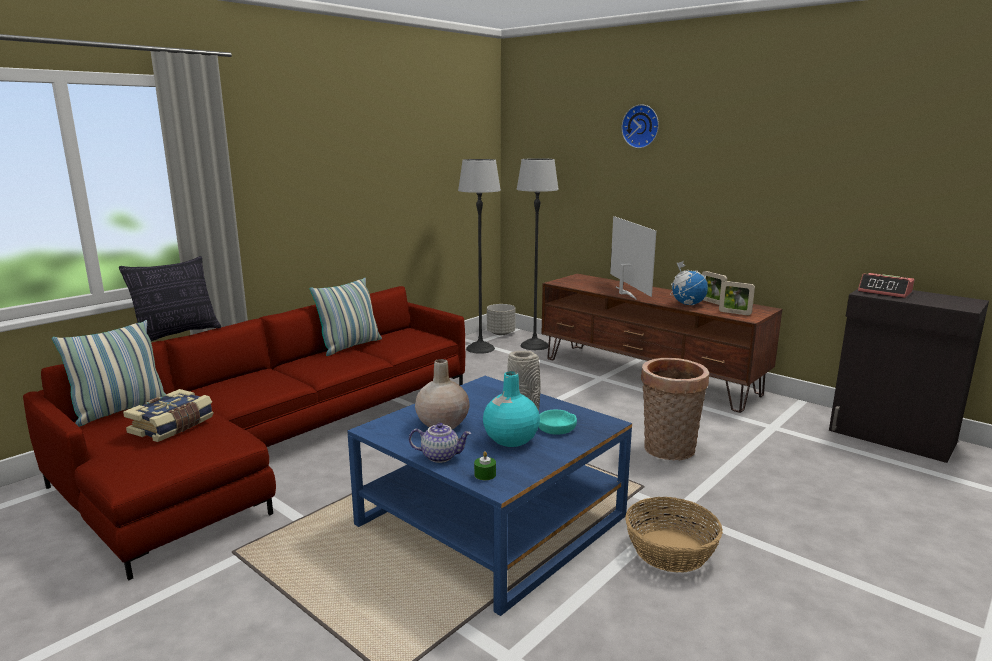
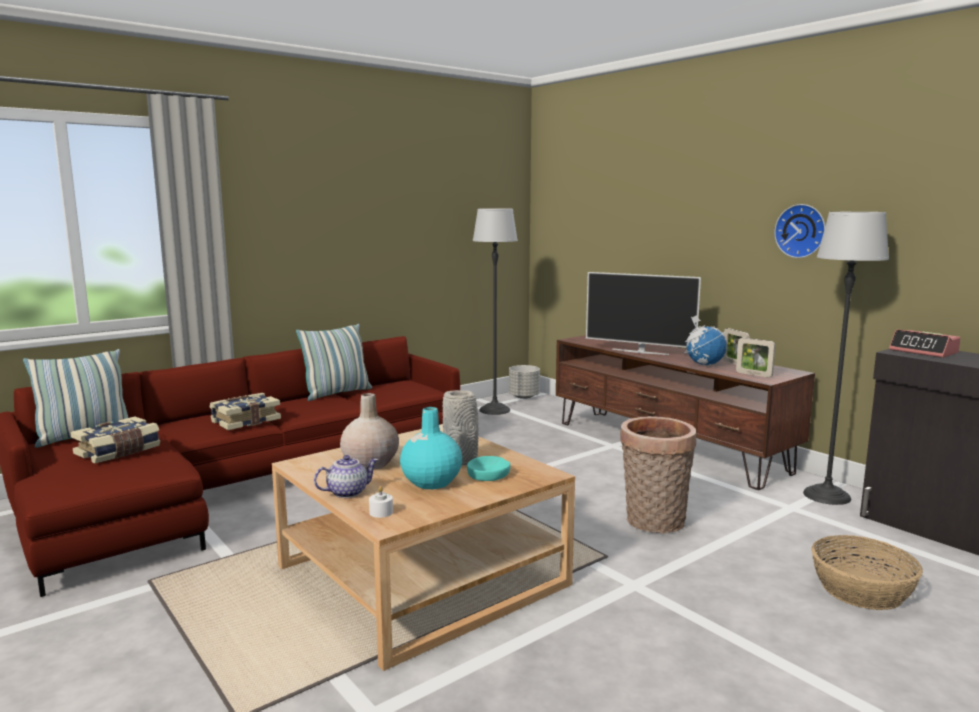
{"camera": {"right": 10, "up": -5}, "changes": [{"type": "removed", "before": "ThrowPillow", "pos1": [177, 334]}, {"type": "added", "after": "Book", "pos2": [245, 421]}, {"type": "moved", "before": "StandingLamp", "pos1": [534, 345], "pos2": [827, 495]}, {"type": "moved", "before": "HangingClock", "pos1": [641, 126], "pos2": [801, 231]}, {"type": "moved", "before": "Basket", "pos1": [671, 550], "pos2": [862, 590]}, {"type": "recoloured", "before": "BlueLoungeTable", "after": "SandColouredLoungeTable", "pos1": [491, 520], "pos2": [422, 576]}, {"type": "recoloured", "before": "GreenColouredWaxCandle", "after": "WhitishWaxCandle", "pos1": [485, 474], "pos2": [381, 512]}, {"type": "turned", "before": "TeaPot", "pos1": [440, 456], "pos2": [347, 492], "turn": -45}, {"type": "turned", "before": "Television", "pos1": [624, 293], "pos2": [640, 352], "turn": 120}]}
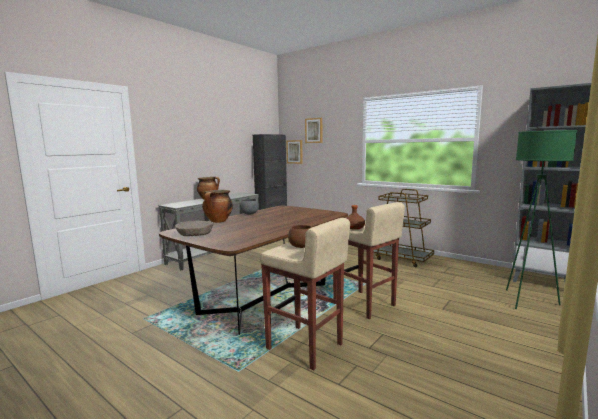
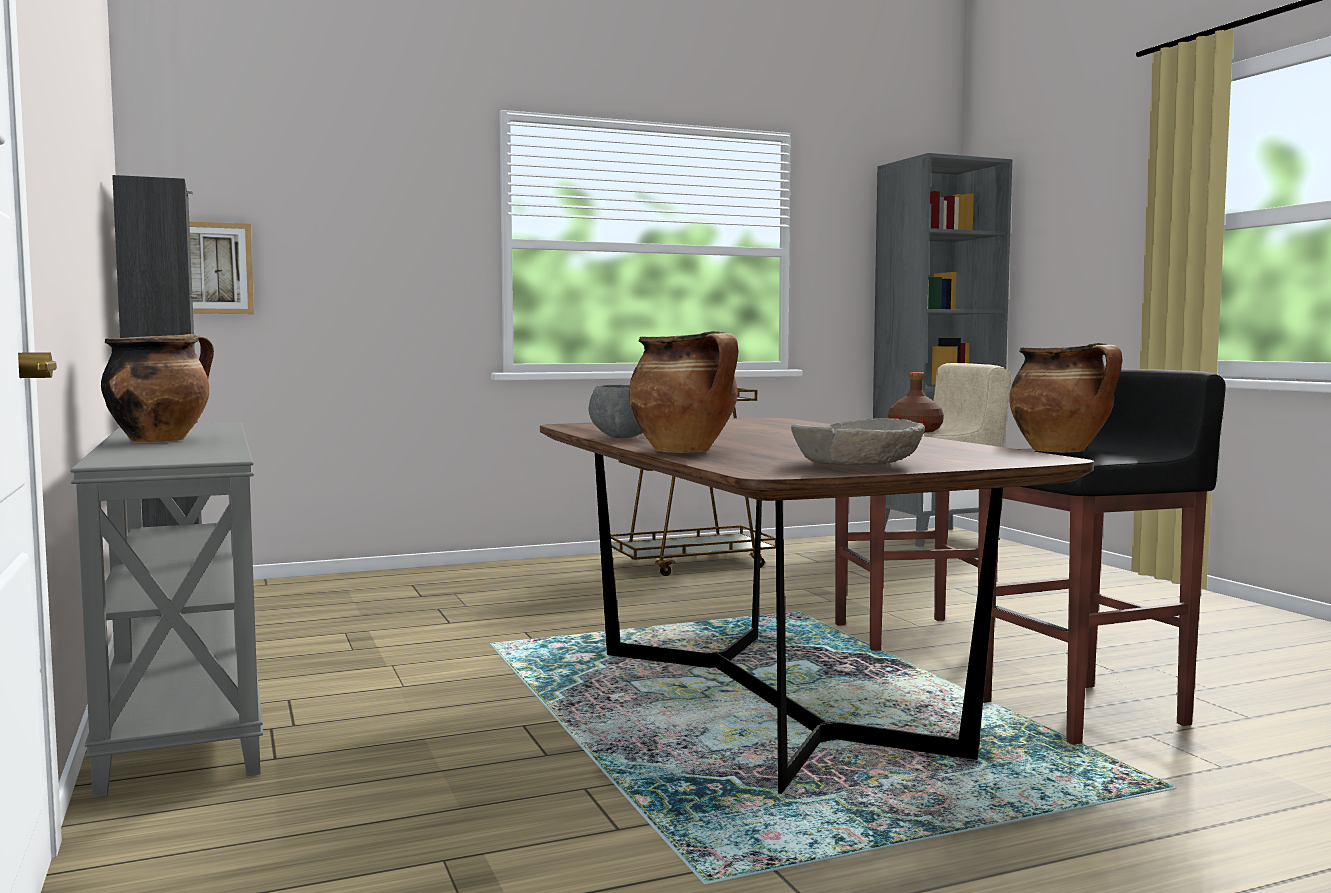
{"camera": {"right": -60, "up": -5}, "changes": [{"type": "removed", "before": "WallArt", "pos1": [314, 130]}, {"type": "removed", "before": "GreenColouredStandingLamp", "pos1": [527, 301]}, {"type": "replaced", "before": "BrownBowl", "after": "Stockpot", "pos1": [302, 247], "pos2": [1062, 451]}, {"type": "recoloured", "before": "SandColouredStool", "after": "BlackishStool", "pos1": [305, 347], "pos2": [1085, 713]}]}
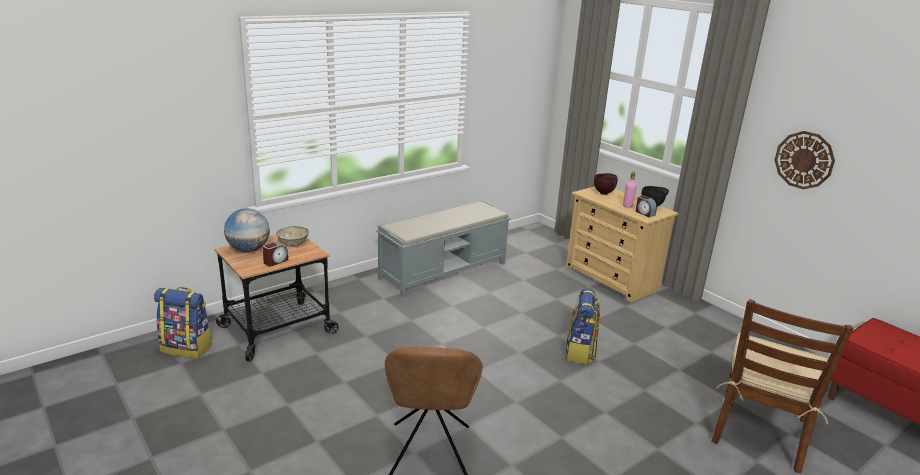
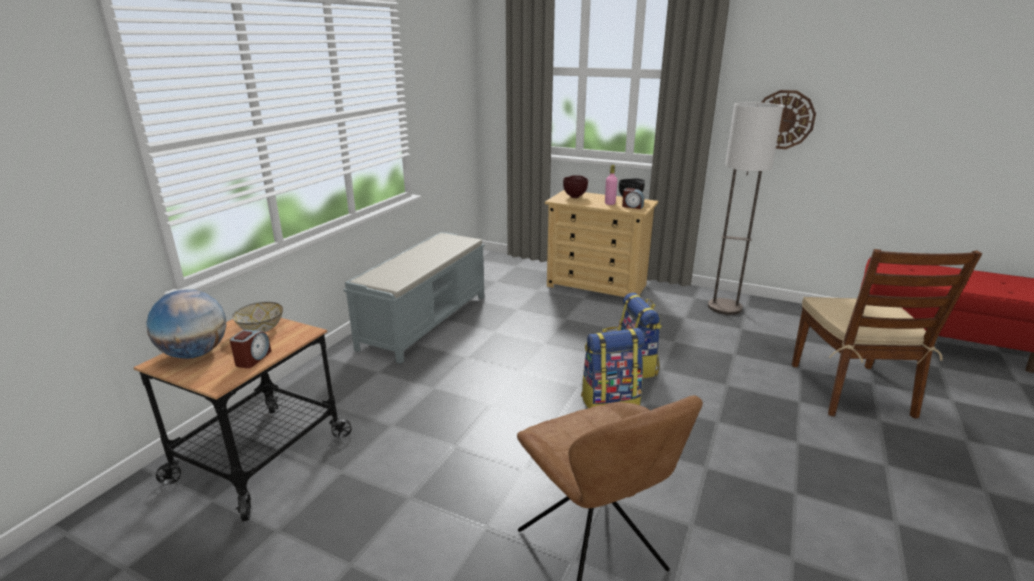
{"camera": {"right": -25, "up": 0}, "changes": [{"type": "added", "after": "StandingLamp", "pos2": [725, 307]}, {"type": "moved", "before": "Rucksack", "pos1": [187, 348], "pos2": [610, 400]}]}
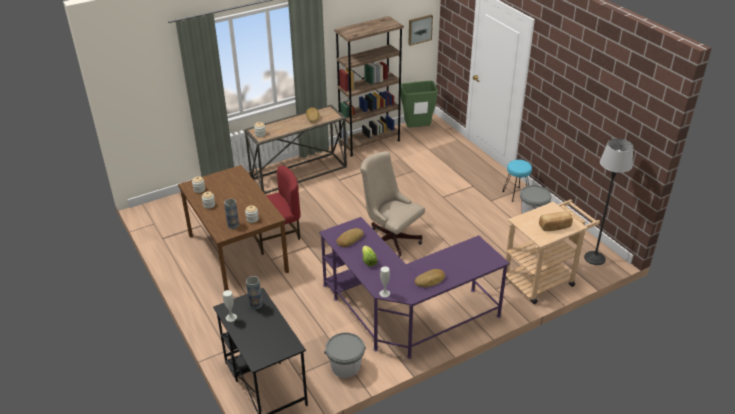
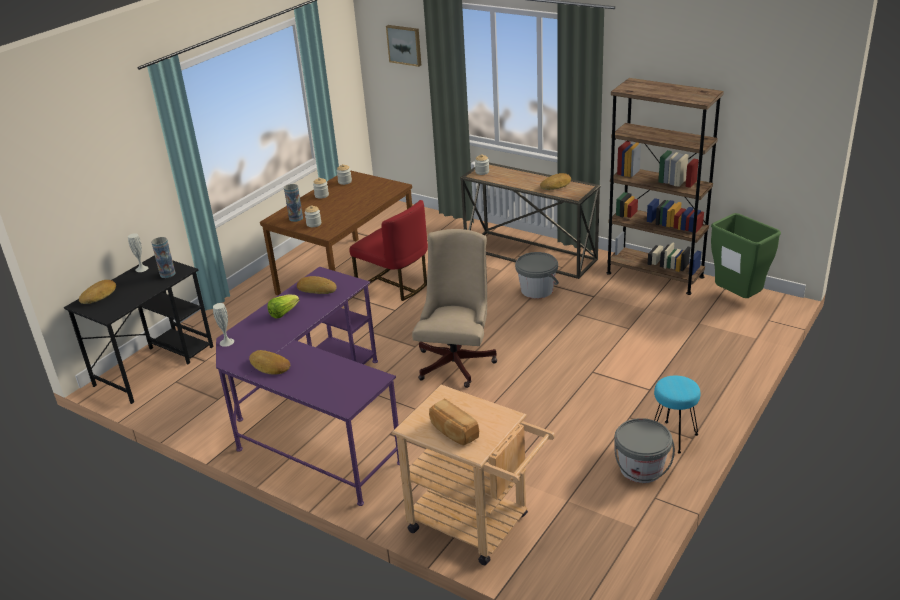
{"camera": {"right": 65, "up": -5}, "changes": [{"type": "removed", "before": "StandingLamp", "pos1": [594, 258]}, {"type": "added", "after": "BakeryBread", "pos2": [99, 295]}, {"type": "moved", "before": "GreyWaterBucket", "pos1": [345, 366], "pos2": [537, 290]}, {"type": "moved", "before": "WallArt", "pos1": [419, 29], "pos2": [404, 45]}]}
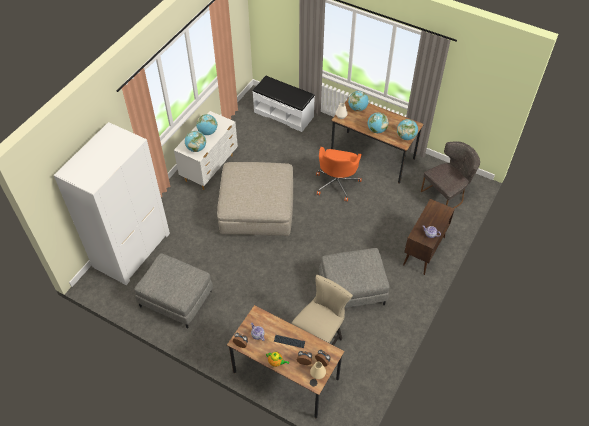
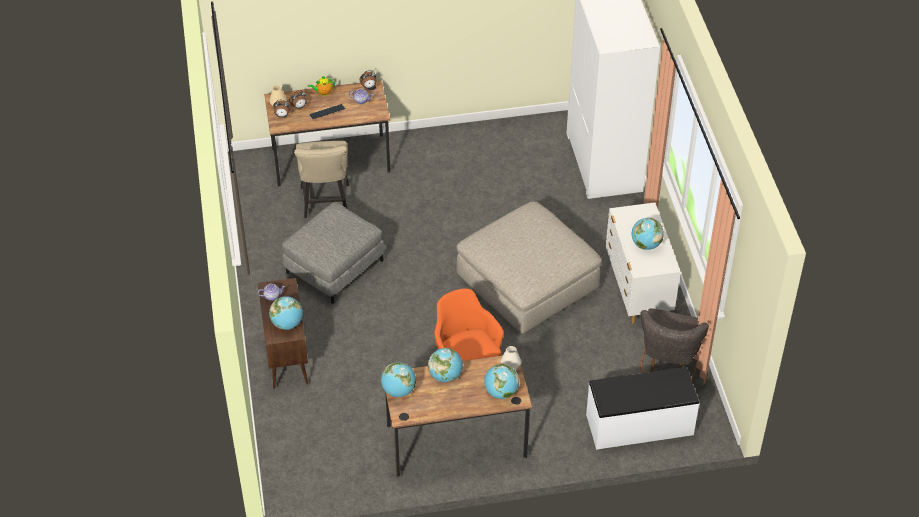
{"camera": {"right": 140, "up": -5}, "changes": [{"type": "removed", "before": "GreyFootrest", "pos1": [175, 299]}, {"type": "moved", "before": "DeskGlobe", "pos1": [196, 148], "pos2": [287, 324]}, {"type": "moved", "before": "GreyPlainChair", "pos1": [446, 194], "pos2": [668, 367]}]}
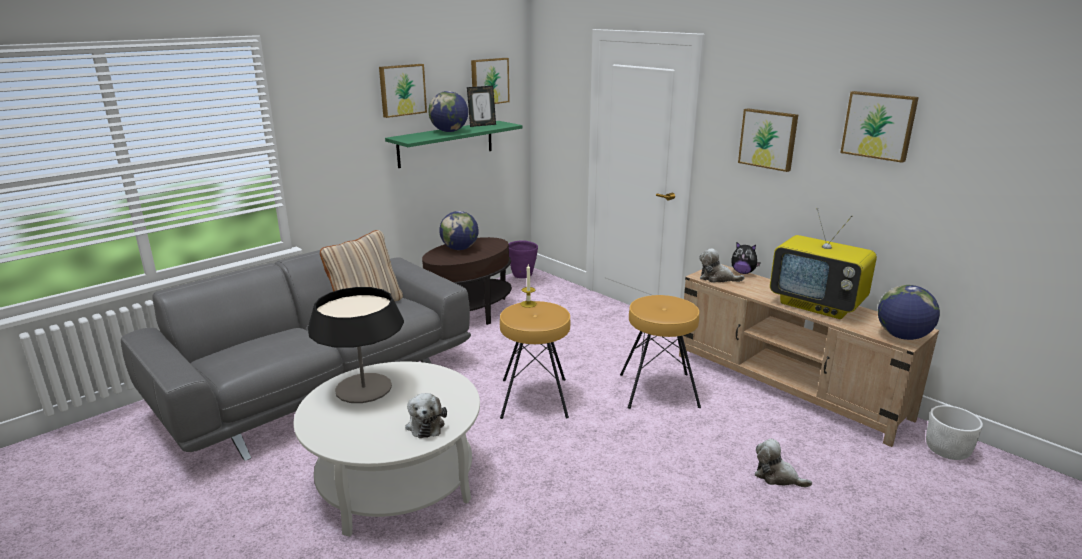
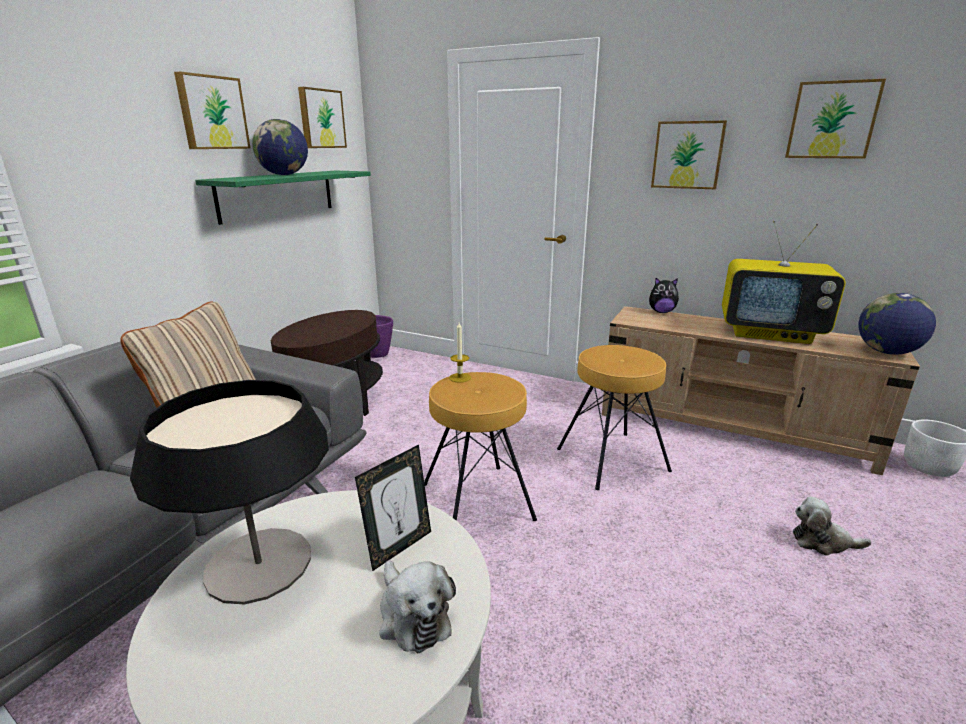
{"camera": {"right": -20, "up": 0}, "changes": [{"type": "removed", "before": "DeskGlobe", "pos1": [460, 249]}, {"type": "removed", "before": "CuddlyToy", "pos1": [717, 278]}, {"type": "moved", "before": "PhotoFrame", "pos1": [482, 125], "pos2": [399, 547]}]}
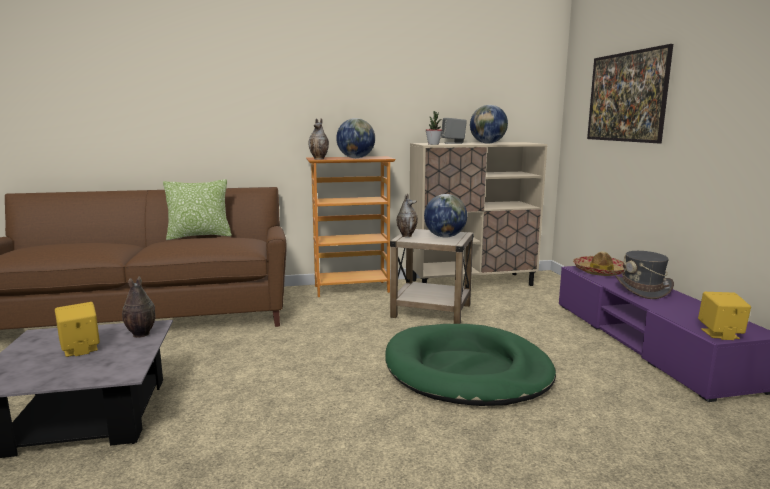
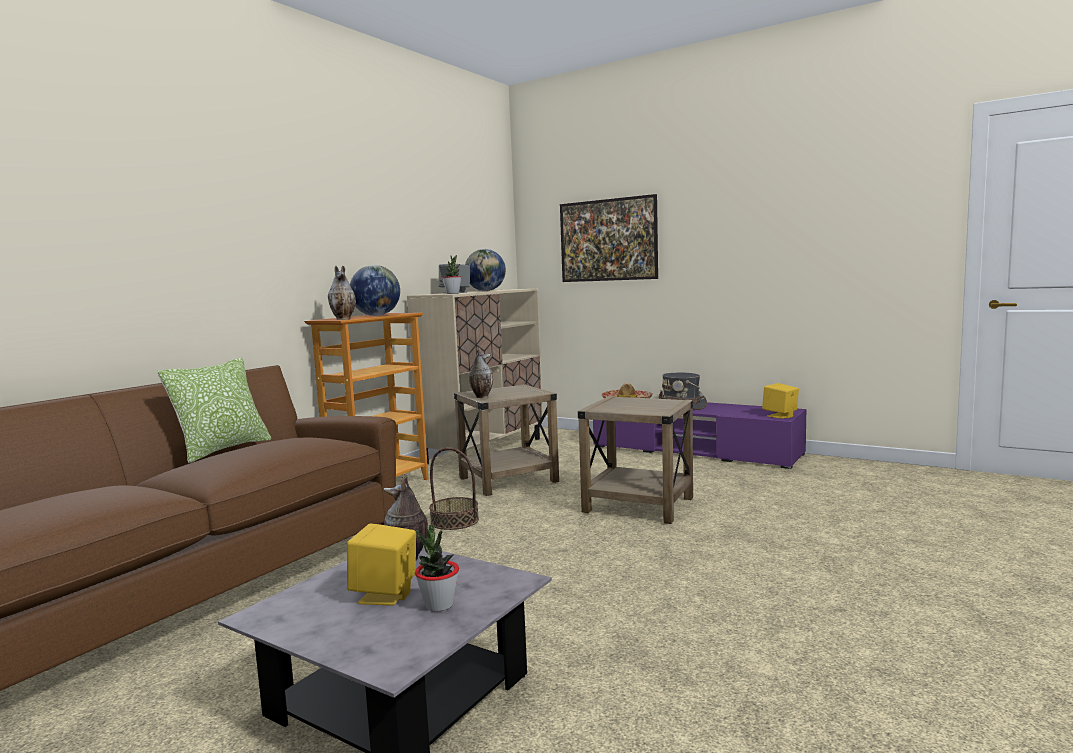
{"camera": {"right": -45, "up": -5}, "changes": [{"type": "removed", "before": "DeskGlobe", "pos1": [445, 236]}, {"type": "added", "after": "PlantInAPot", "pos2": [439, 605]}, {"type": "added", "after": "Basket", "pos2": [454, 521]}, {"type": "replaced", "before": "GreenColouredDogBed", "after": "SandColouredSideTable", "pos1": [467, 370], "pos2": [639, 506]}]}
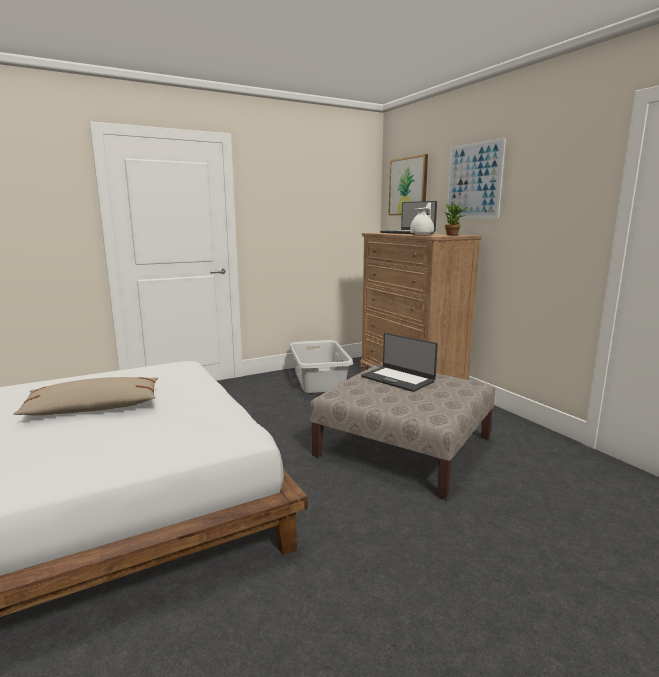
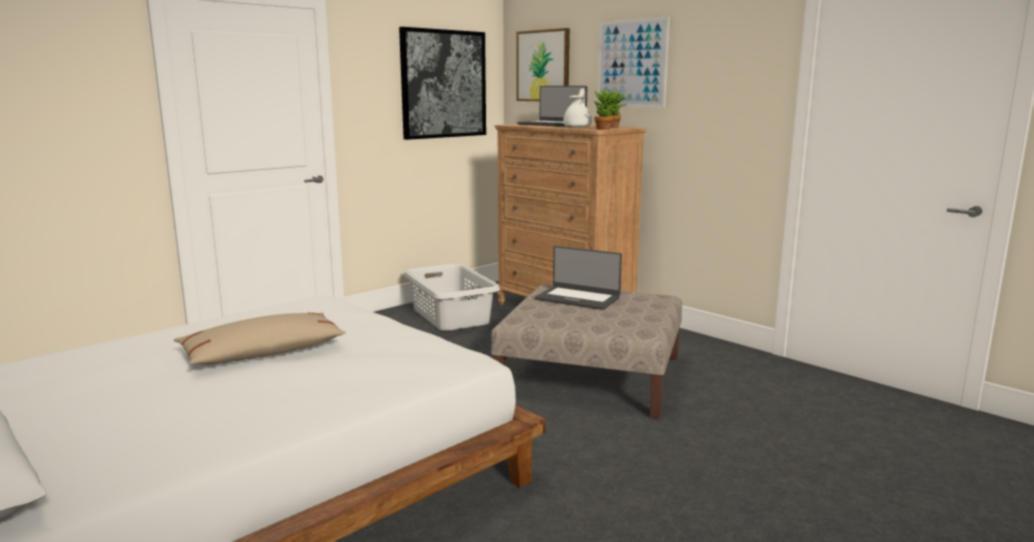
{"camera": {"right": -15, "up": 0}, "changes": [{"type": "added", "after": "WallArt", "pos2": [443, 84]}, {"type": "added", "after": "PlantInAPot", "pos2": [606, 129]}]}
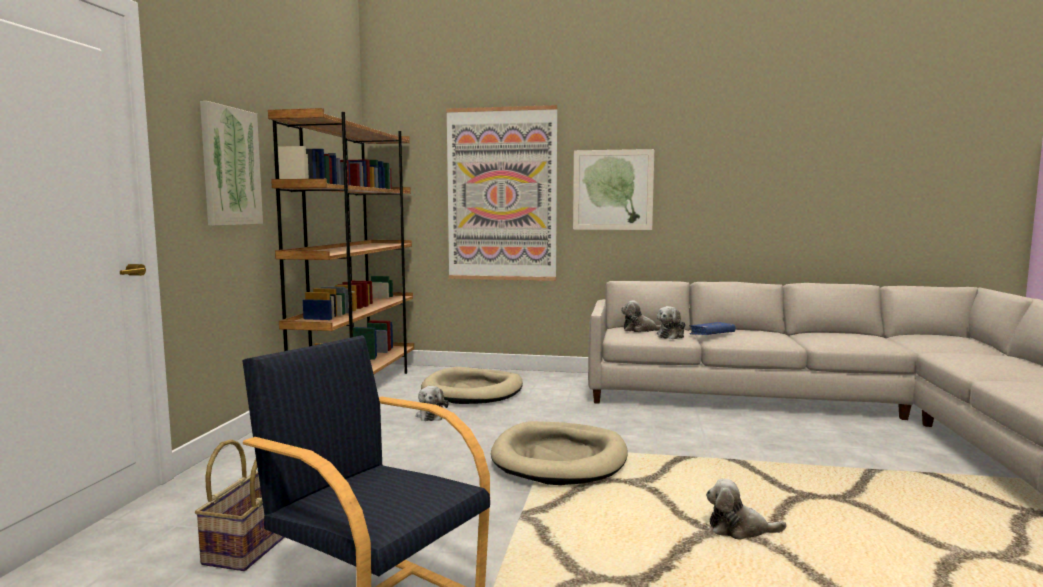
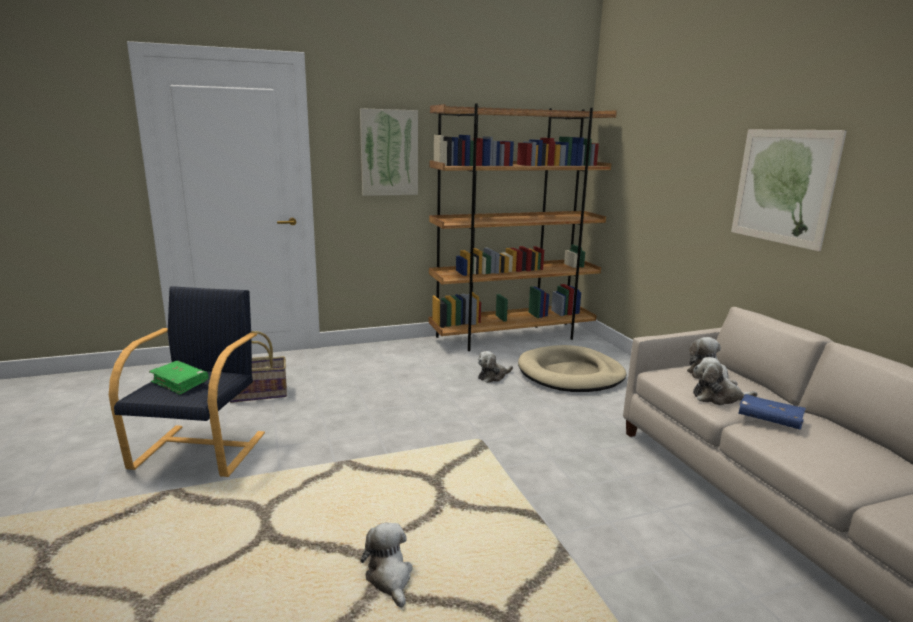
{"camera": {"right": 60, "up": 10}, "changes": [{"type": "removed", "before": "WallArt", "pos1": [501, 194]}, {"type": "removed", "before": "SandColouredDogBed", "pos1": [560, 458]}, {"type": "added", "after": "GreenColouredBook", "pos2": [180, 383]}]}
